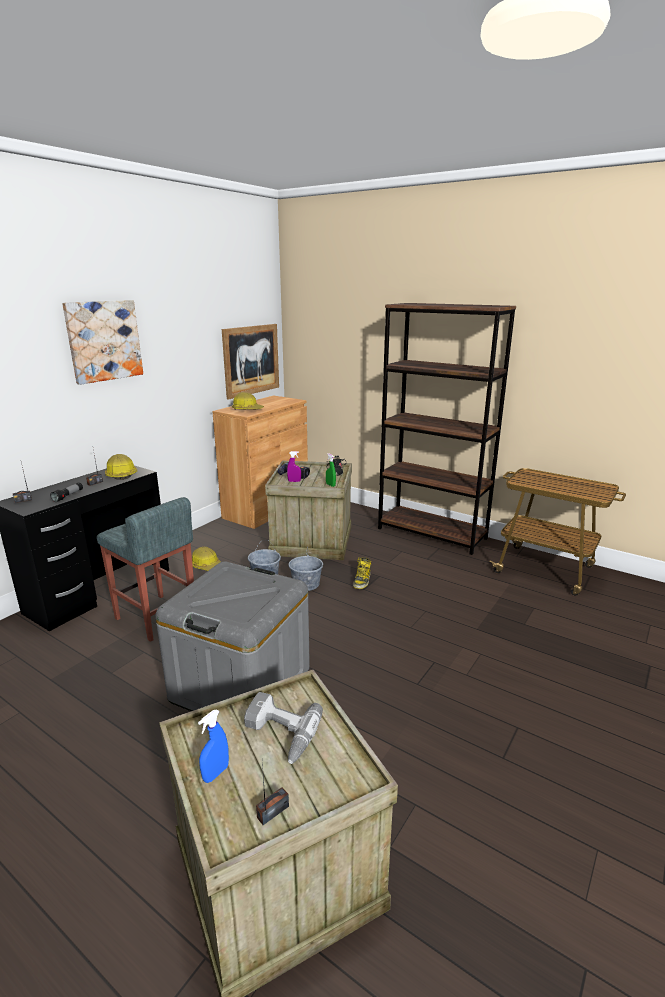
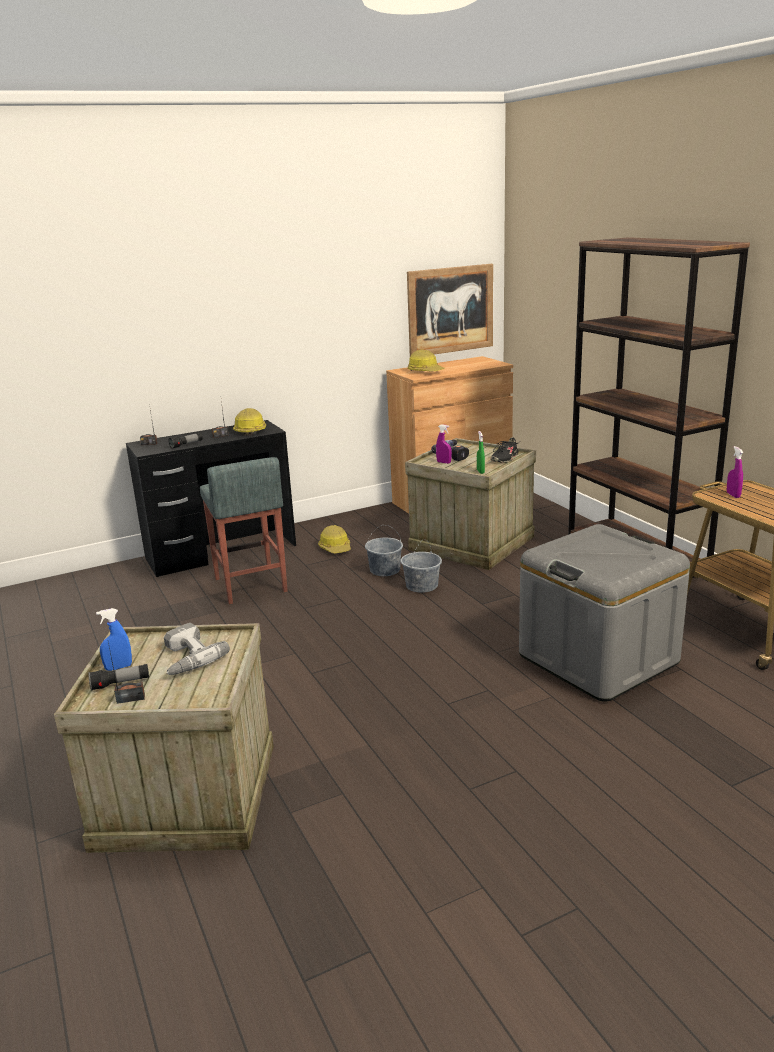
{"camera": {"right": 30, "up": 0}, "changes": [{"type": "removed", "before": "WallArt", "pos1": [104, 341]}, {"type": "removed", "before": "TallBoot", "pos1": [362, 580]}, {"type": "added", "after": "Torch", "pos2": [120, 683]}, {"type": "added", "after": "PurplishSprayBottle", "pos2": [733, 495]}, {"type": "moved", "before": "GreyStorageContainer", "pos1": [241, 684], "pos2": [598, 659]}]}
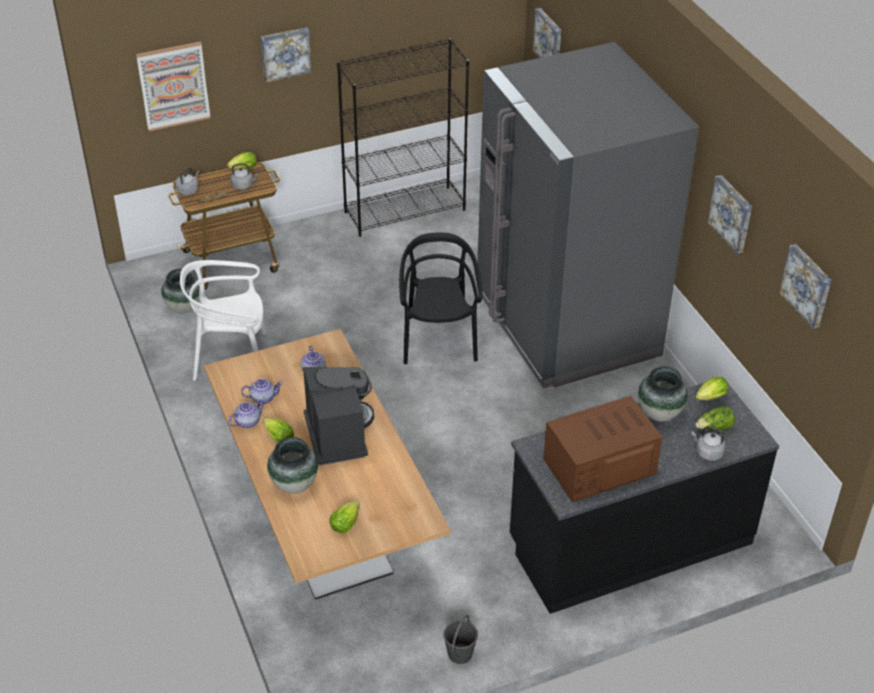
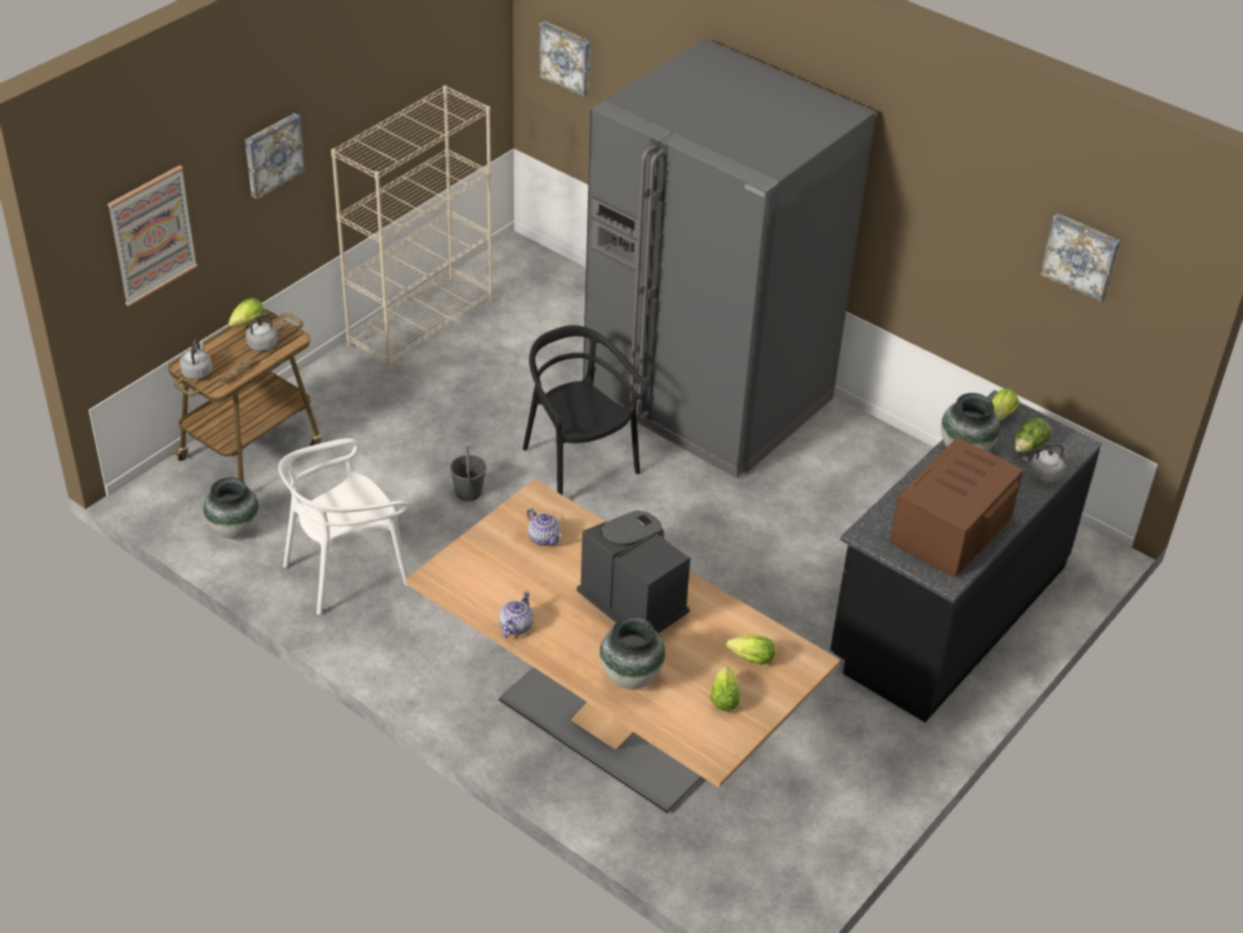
{"camera": {"right": -30, "up": 0}, "changes": [{"type": "removed", "before": "TeaPot", "pos1": [262, 398]}, {"type": "removed", "before": "WallArt", "pos1": [732, 213]}, {"type": "moved", "before": "Lettuce", "pos1": [277, 436], "pos2": [748, 658]}, {"type": "moved", "before": "GreyWaterBucket", "pos1": [460, 653], "pos2": [468, 492]}, {"type": "recoloured", "before": "BlackishBookcase", "after": "SandColouredBookcase", "pos1": [405, 210], "pos2": [421, 322]}]}
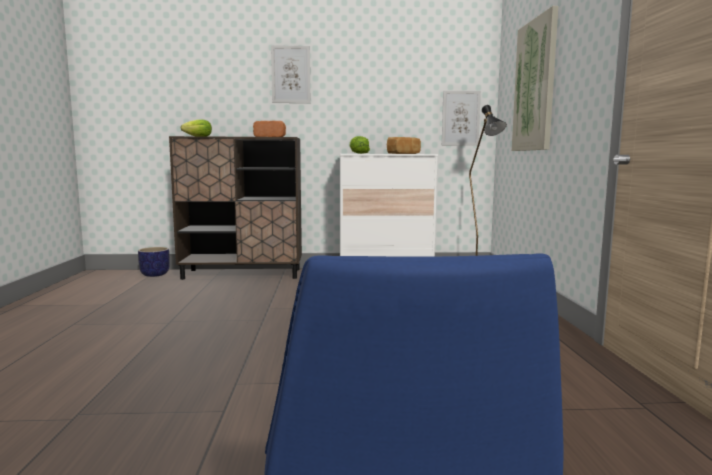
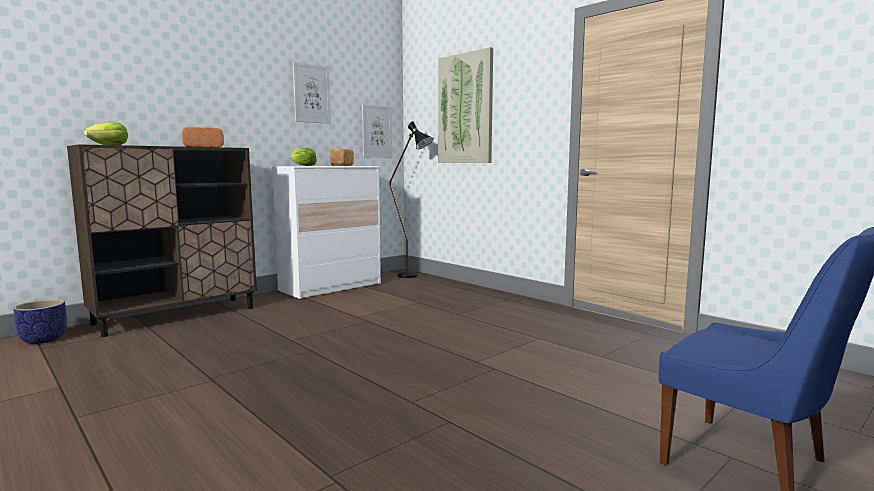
{"camera": {"right": -40, "up": 0}, "changes": [{"type": "moved", "before": "WallArt", "pos1": [291, 74], "pos2": [311, 93]}]}
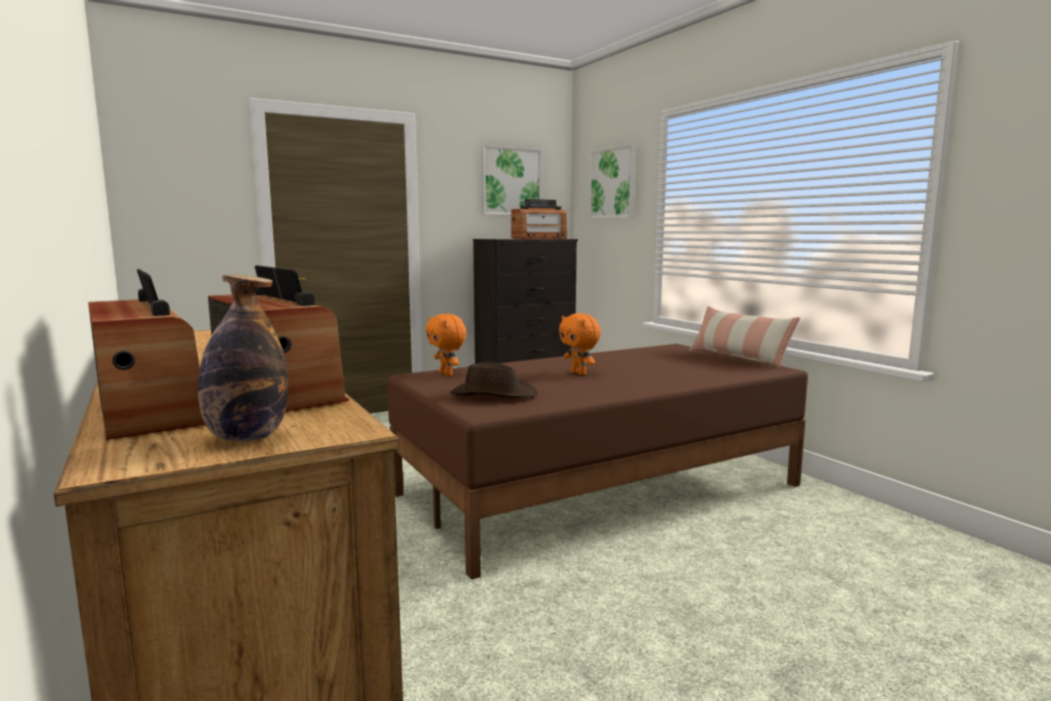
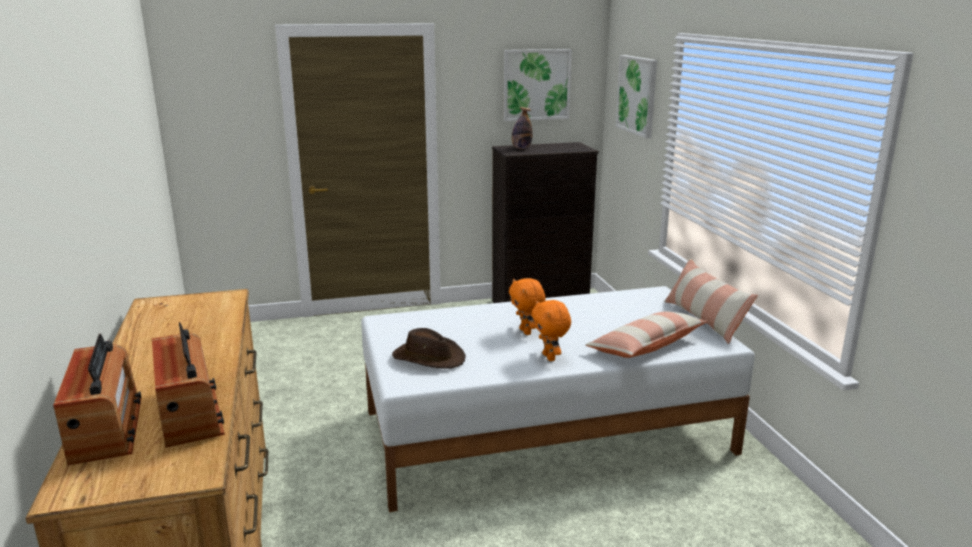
{"camera": {"right": 15, "up": 10}, "changes": [{"type": "removed", "before": "RadioReceiver", "pos1": [539, 238]}, {"type": "added", "after": "ThrowPillow", "pos2": [646, 346]}, {"type": "moved", "before": "Bottle", "pos1": [246, 437], "pos2": [521, 148]}, {"type": "moved", "before": "OrangeyCuddlyToy", "pos1": [447, 374], "pos2": [550, 357]}, {"type": "recoloured", "before": "BrownSleepingBed", "after": "WhitishSleepingBed", "pos1": [601, 489], "pos2": [546, 432]}]}
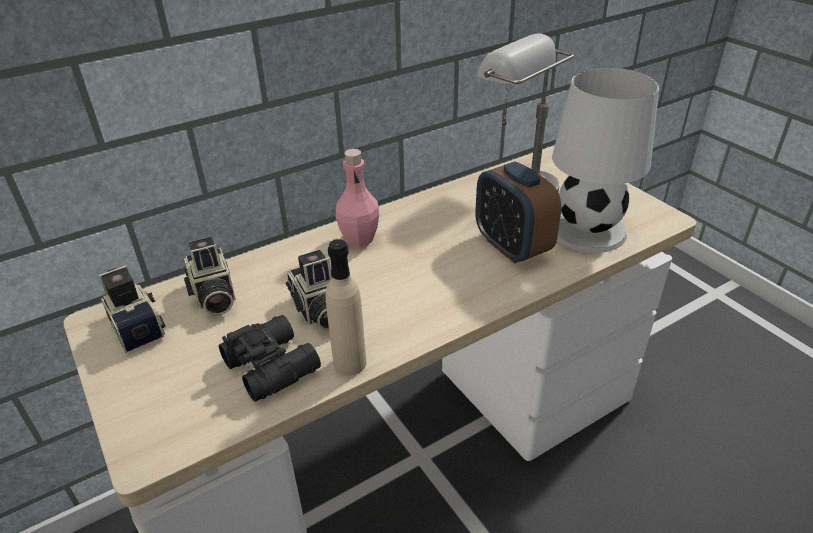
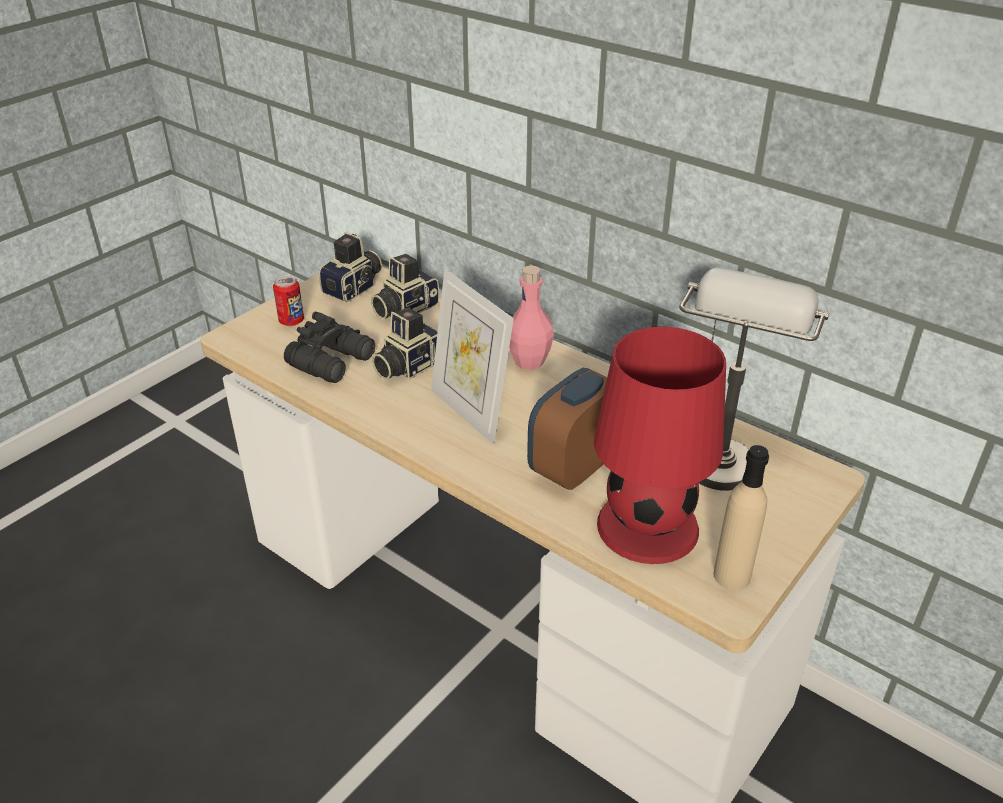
{"camera": {"right": 70, "up": 0}, "changes": [{"type": "added", "after": "SealedCan", "pos2": [291, 321]}, {"type": "added", "after": "PhotoFrame", "pos2": [470, 412]}, {"type": "moved", "before": "SandColouredBottle", "pos1": [350, 363], "pos2": [731, 576]}, {"type": "recoloured", "before": "WhitishLampForATable", "after": "RedColouredLampForATable", "pos1": [588, 231], "pos2": [647, 527]}]}
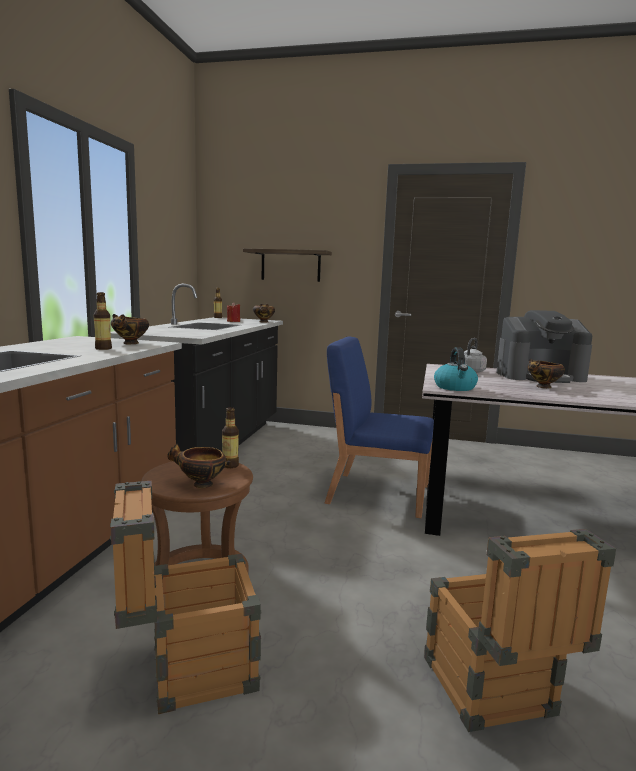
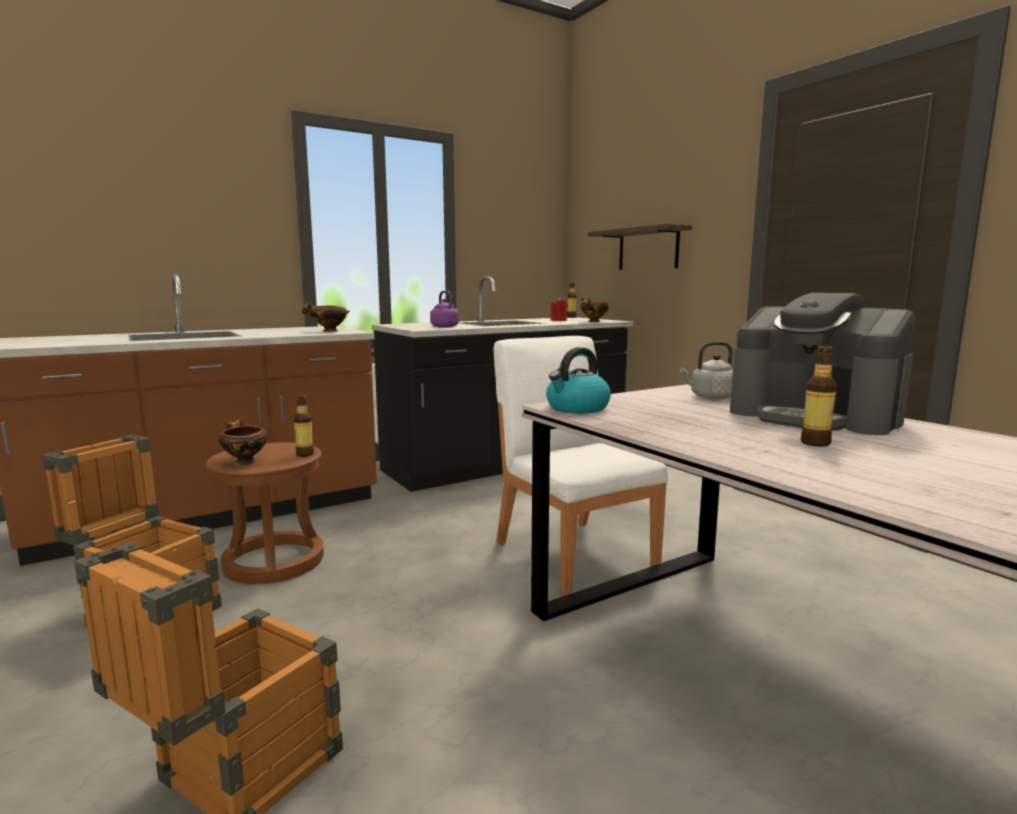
{"camera": {"right": 45, "up": 0}, "changes": [{"type": "removed", "before": "Bowl", "pos1": [543, 387]}, {"type": "added", "after": "PurplishTeaKettle", "pos2": [443, 326]}, {"type": "moved", "before": "Bottle", "pos1": [103, 348], "pos2": [815, 443]}, {"type": "recoloured", "before": "BluePlainChair", "after": "WhitishPlainChair", "pos1": [377, 493], "pos2": [574, 553]}]}
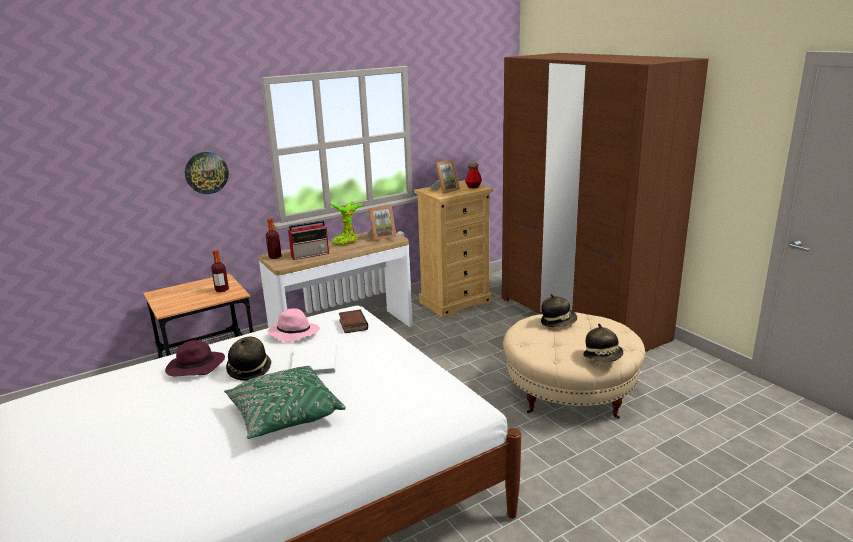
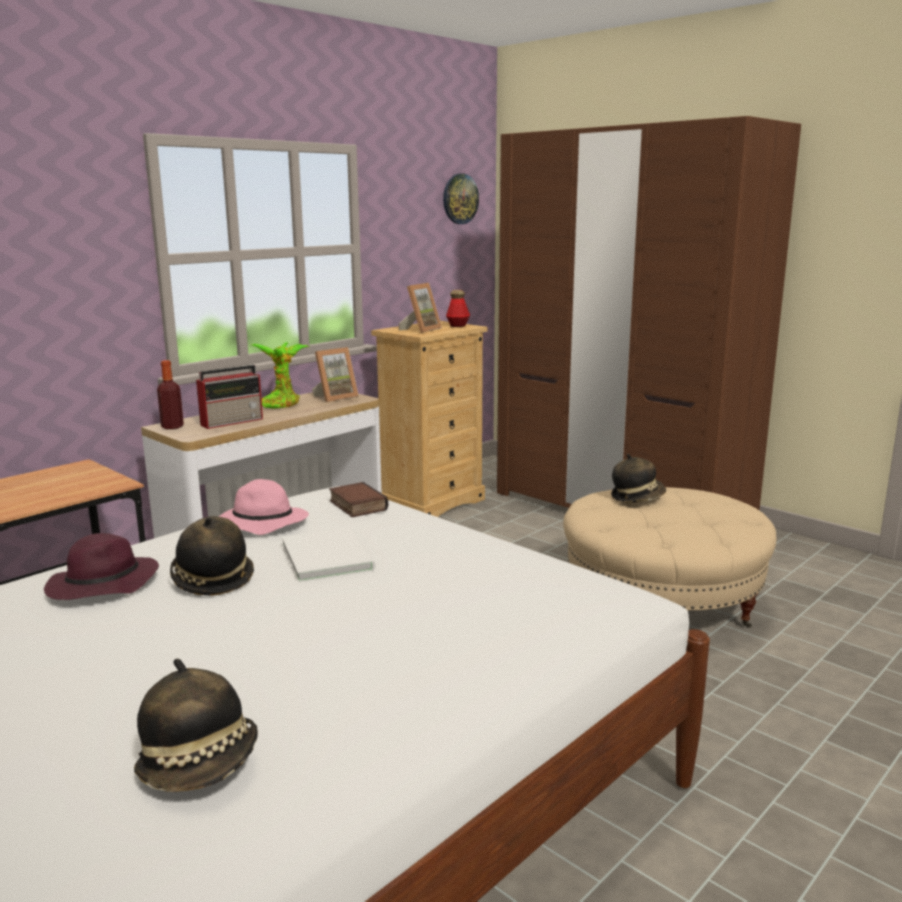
{"camera": {"right": -15, "up": -5}, "changes": [{"type": "removed", "before": "Bottle", "pos1": [222, 290]}, {"type": "removed", "before": "GreenColouredThrowPillow", "pos1": [285, 415]}, {"type": "moved", "before": "HangingClock", "pos1": [206, 172], "pos2": [460, 199]}, {"type": "moved", "before": "WearableHat", "pos1": [603, 357], "pos2": [201, 765]}]}
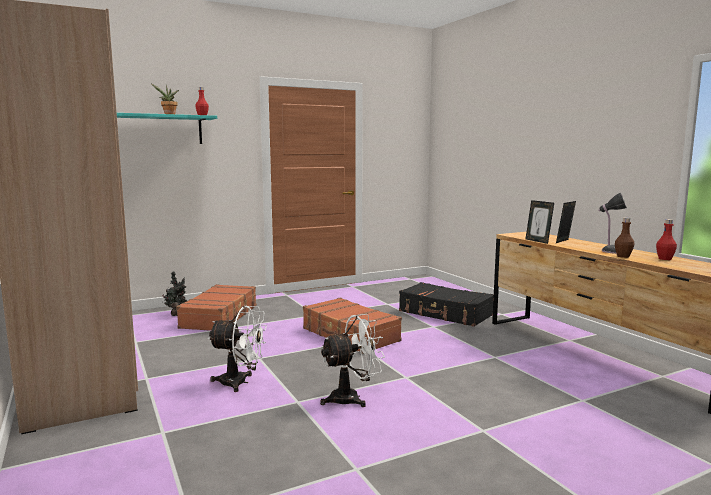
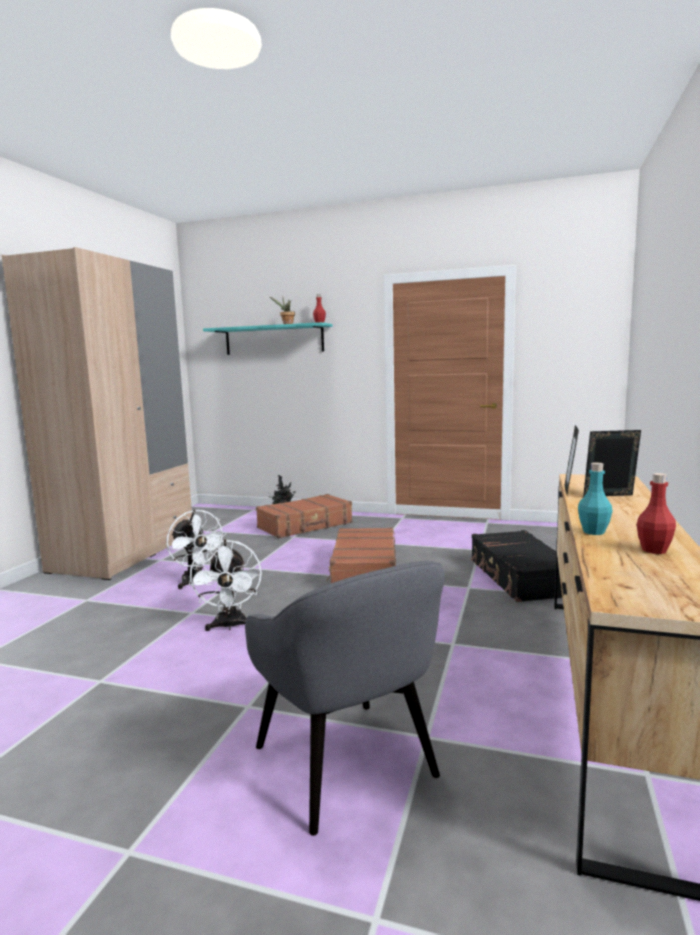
{"camera": {"right": 45, "up": 0}, "changes": [{"type": "removed", "before": "LampForATable", "pos1": [612, 251]}, {"type": "added", "after": "GreyLoungeChair", "pos2": [346, 764]}, {"type": "recoloured", "before": "BrownBottle", "after": "TurquoiseColouredBottle", "pos1": [623, 256], "pos2": [593, 532]}, {"type": "turned", "before": "WhitishFan", "pos1": [352, 398], "pos2": [230, 626], "turn": 60}]}
